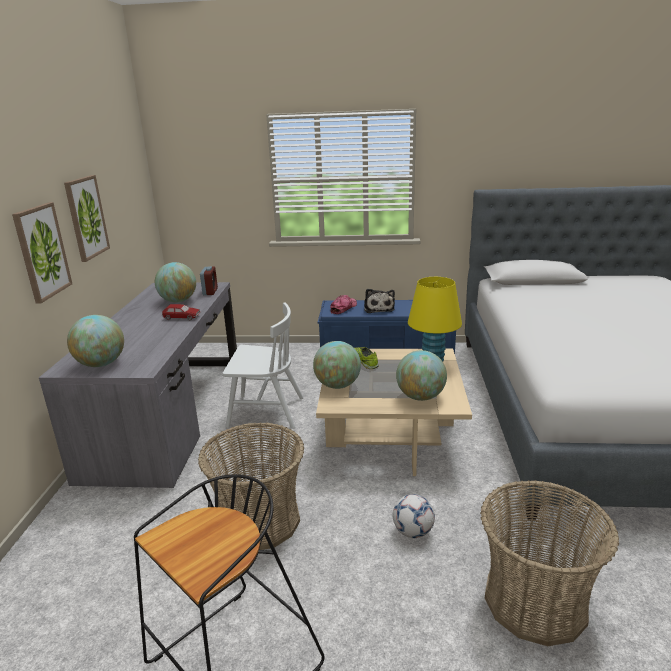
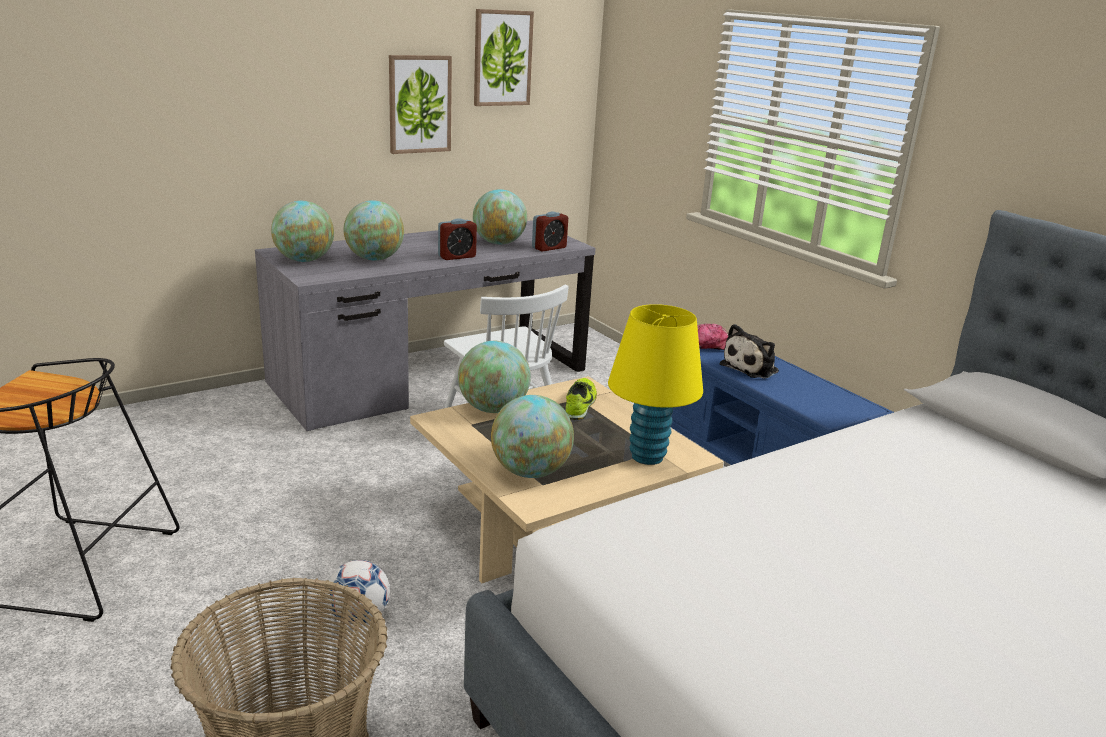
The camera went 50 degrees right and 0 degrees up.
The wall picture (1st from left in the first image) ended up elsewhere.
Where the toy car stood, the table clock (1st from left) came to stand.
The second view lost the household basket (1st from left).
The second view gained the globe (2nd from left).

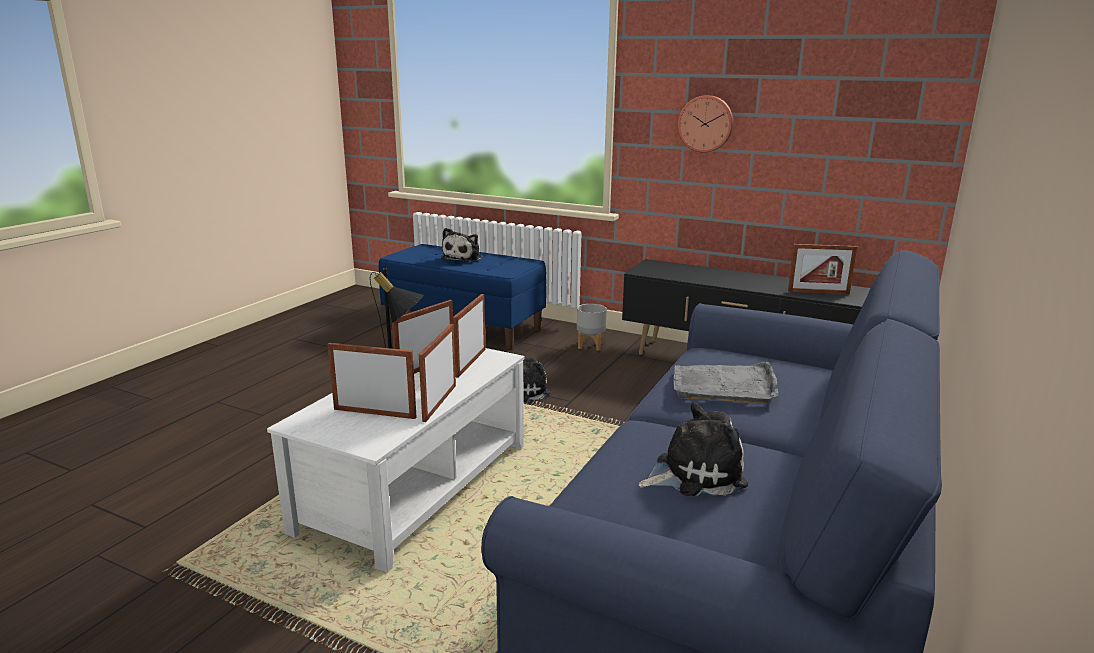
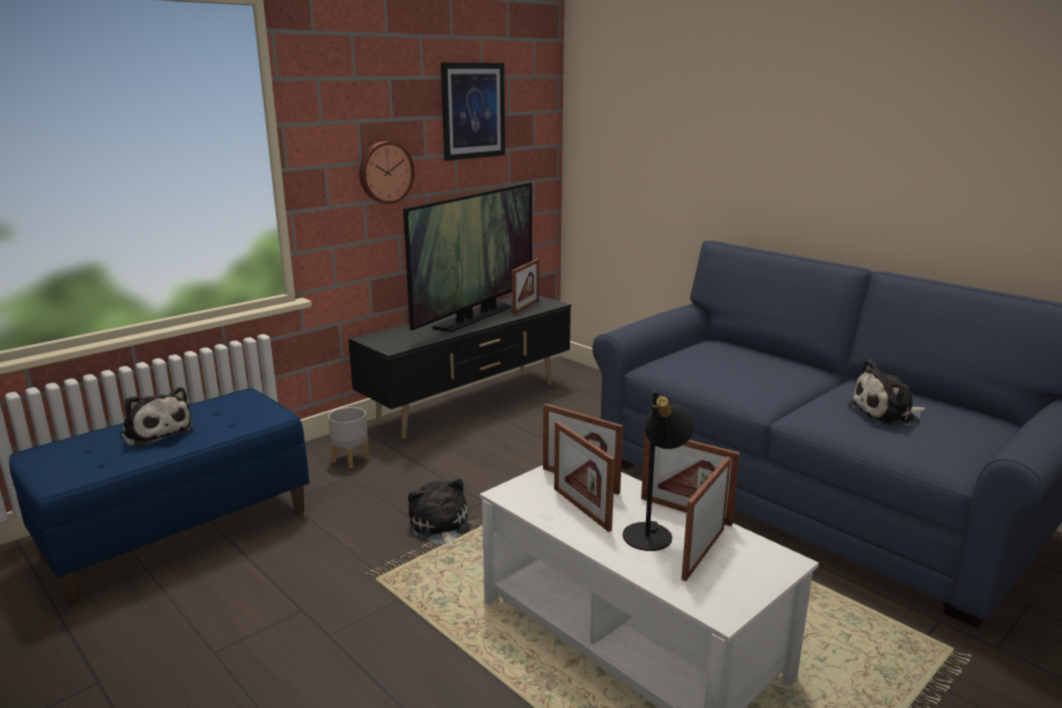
The camera went 70 degrees left and 0 degrees up.
The second view lost the gray carrying tray.
The plush toy (3rd from left) ended up facing another way, 105 degrees counterclockwise from before.
The second view gained the wall picture.
The second view gained the TV.

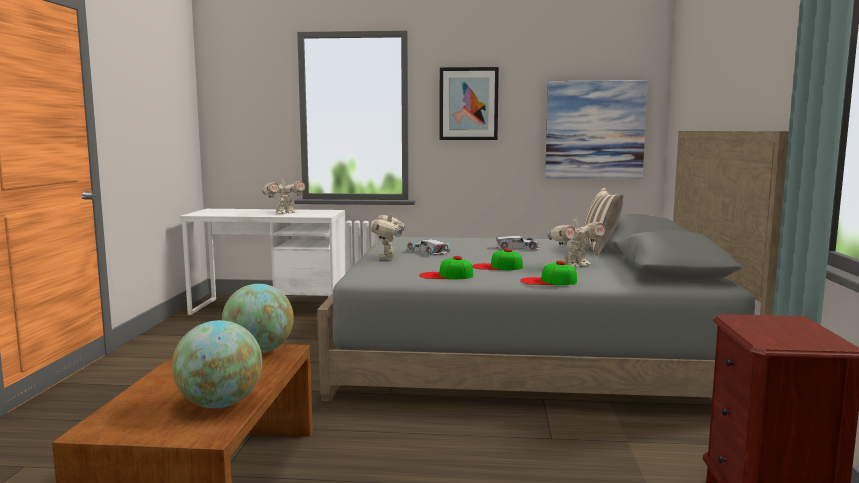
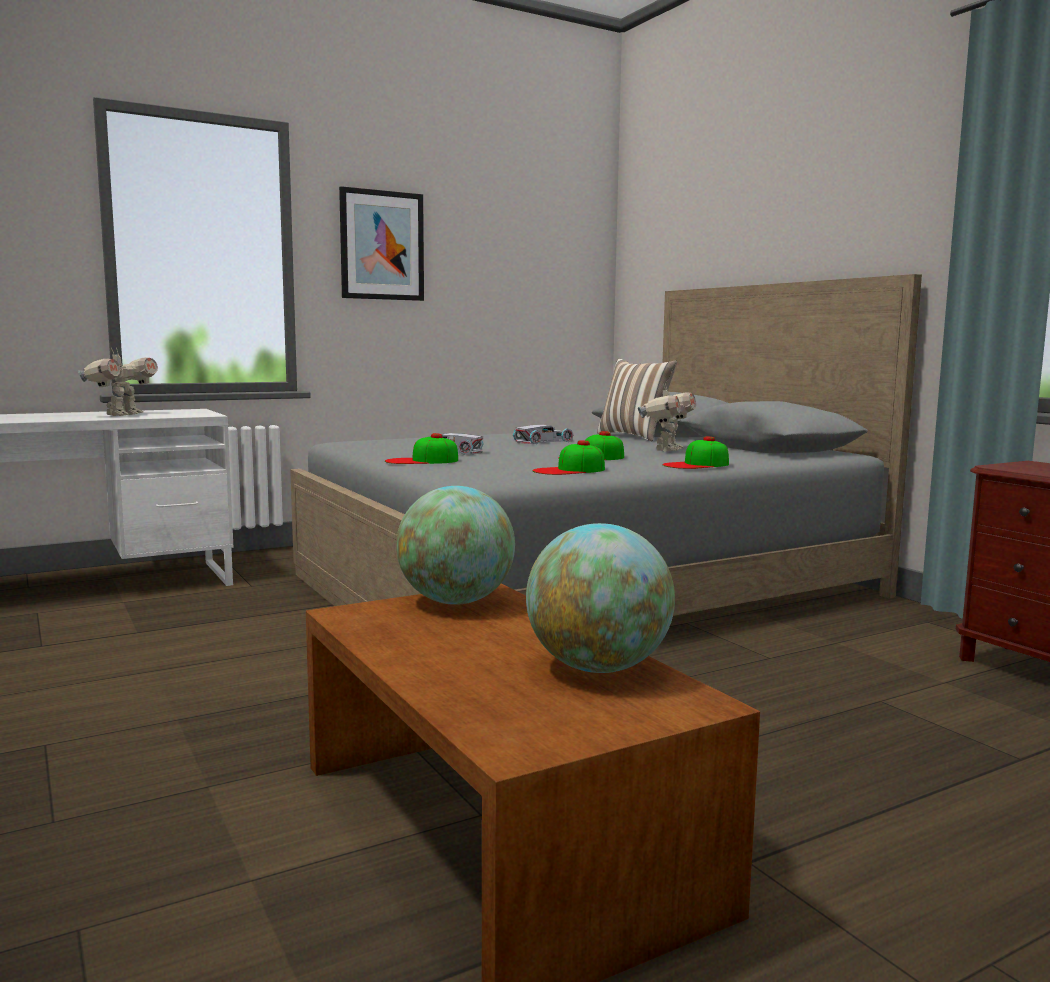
The camera went 35 degrees left and 0 degrees up.
The second view lost the wall picture (2nd from left).
Where the model robot (2nd from left) stood, the peaked cap (1st from left) came to stand.

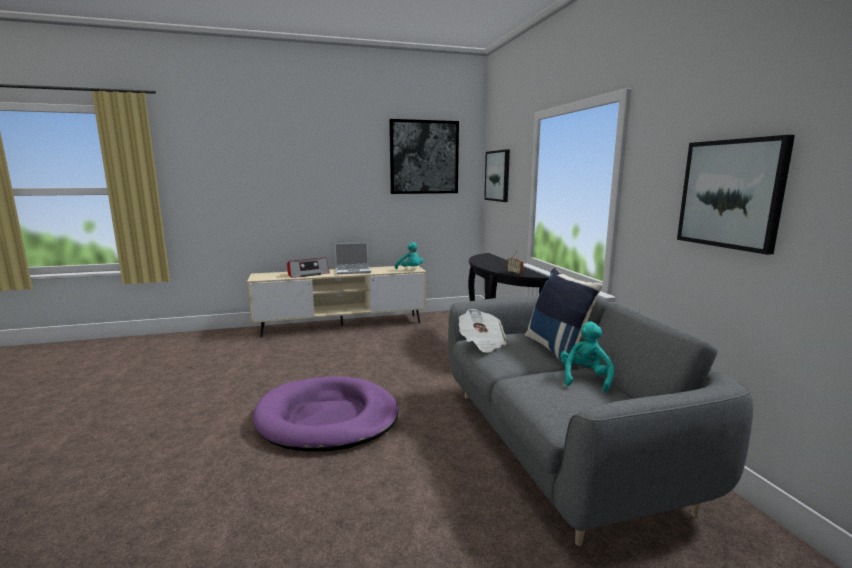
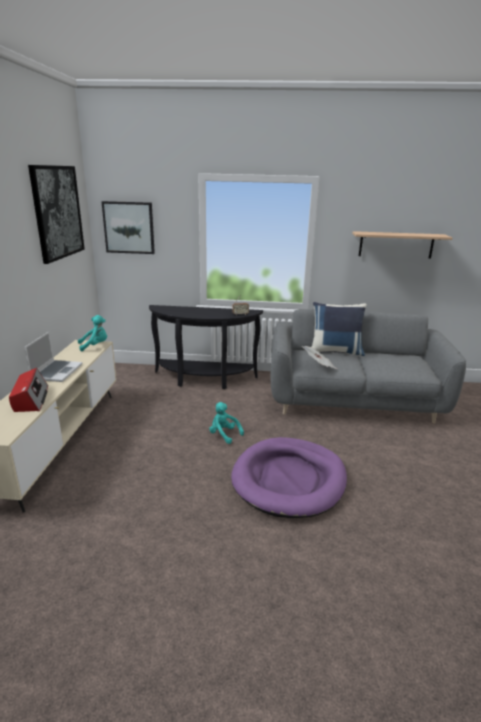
The camera went 70 degrees left and 10 degrees up.
Where the wall picture (3rd from left) hung, the shelf came to hang.
The turquoise plush toy (2nd from left) ended up elsewhere.

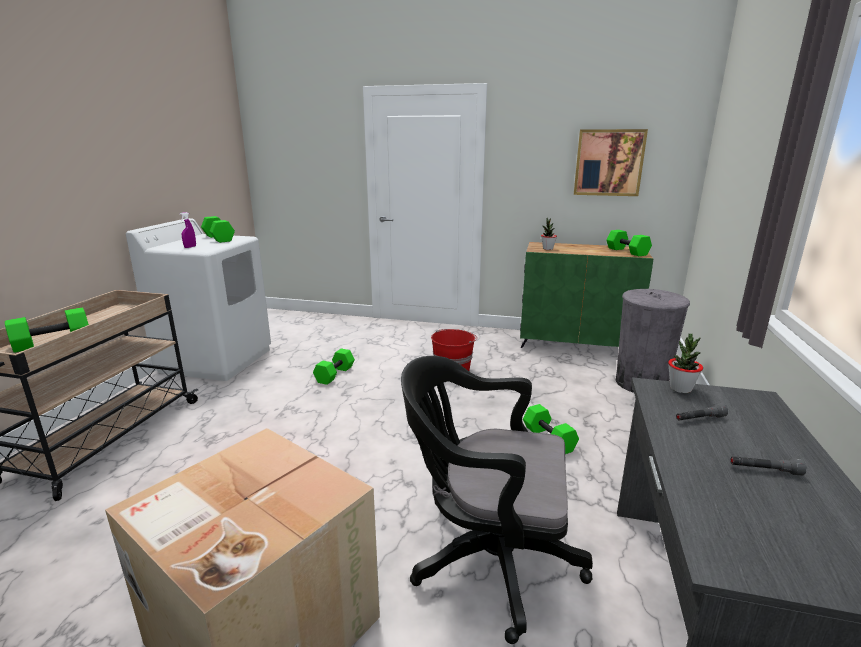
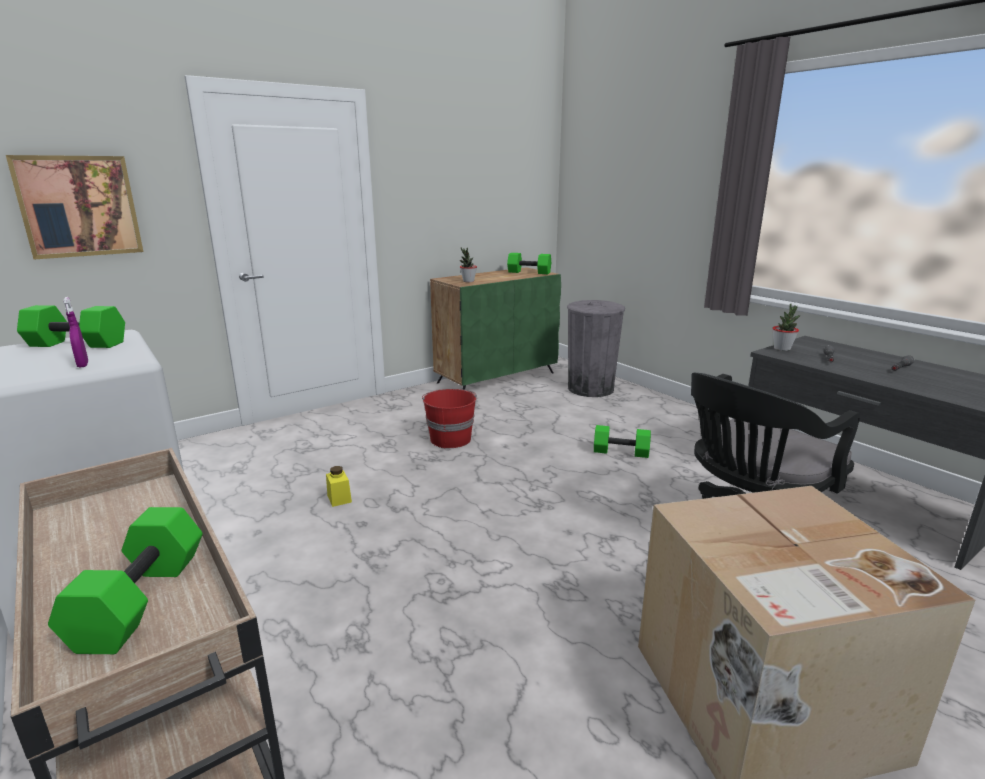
The camera went 50 degrees left and 0 degrees up.
The wall picture ended up elsewhere.
Where the green free weight (3rd from left) stood, the yellowish jar came to stand.

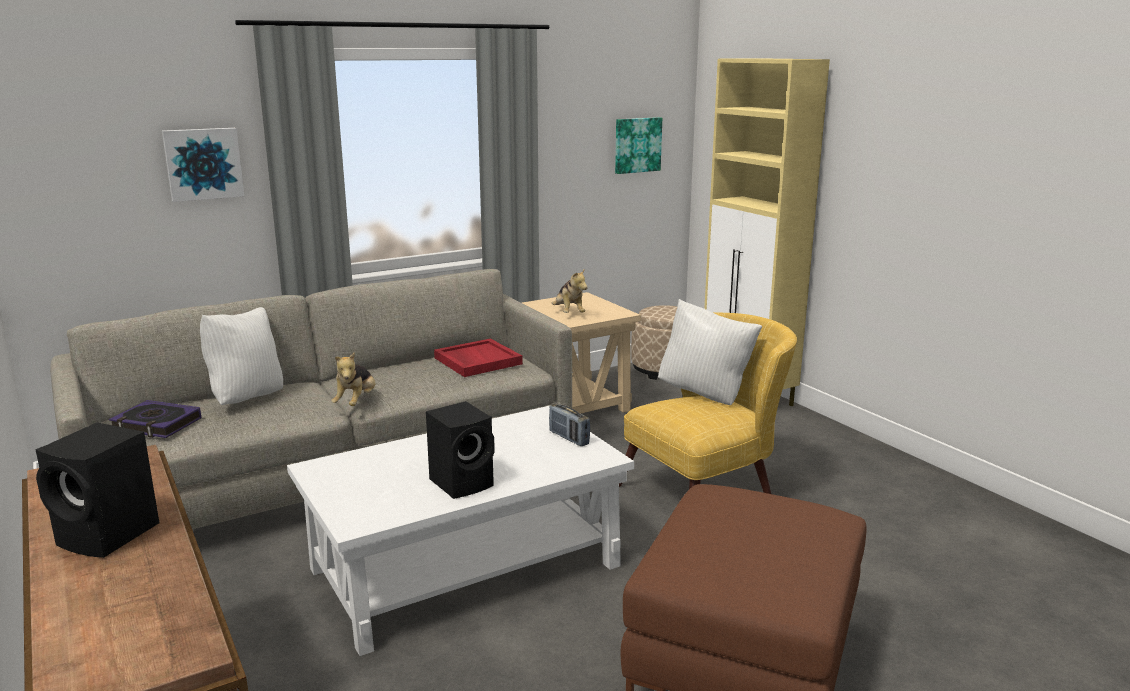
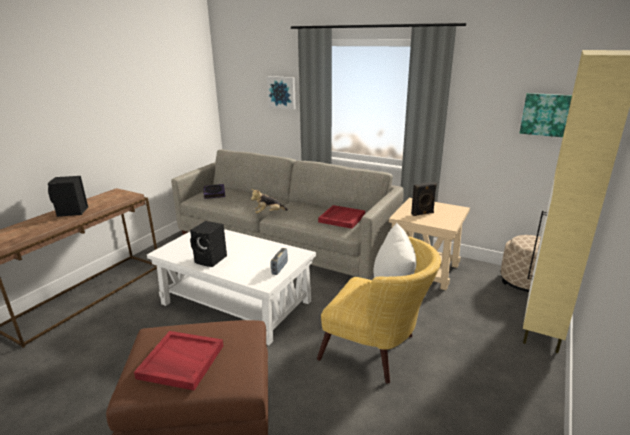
The camera went 60 degrees right and 5 degrees up.
Where the plush toy (2nd from left) stood, the black loudspeaker (3rd from left) came to stand.
The second view lost the white cushion (1st from left).
The second view gained the reddish carrying tray (1st from left).

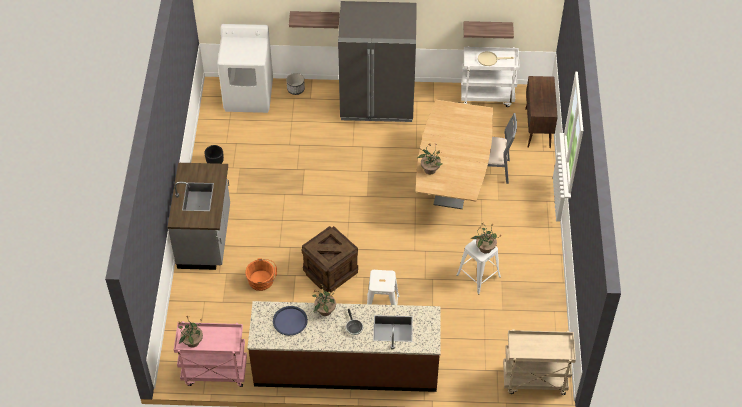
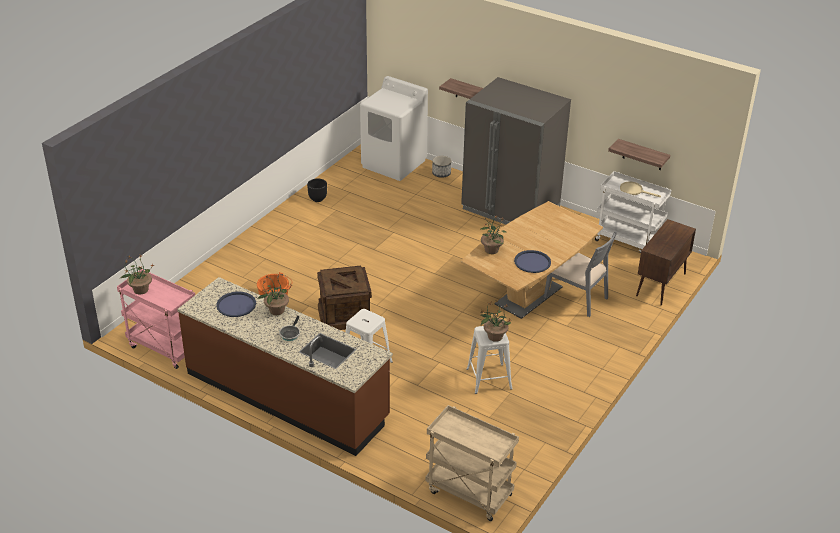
The camera went 30 degrees right and 15 degrees down.
The second view lost the gray kitchen counter.
The second view gained the blue carrying tray (2nd from left).

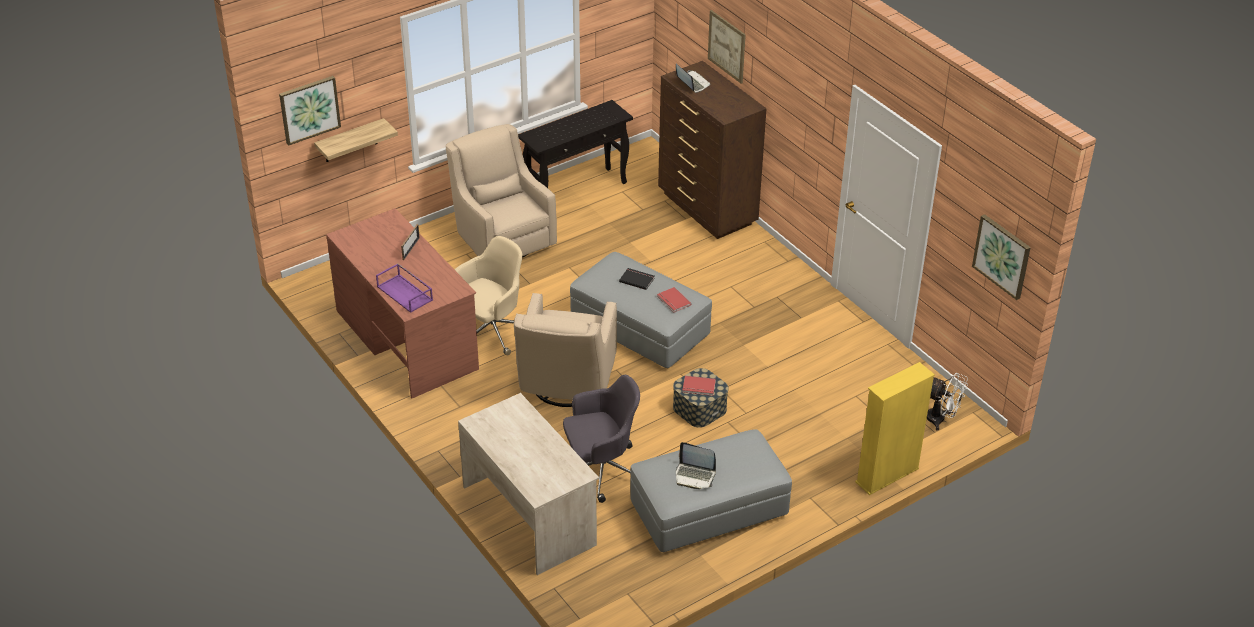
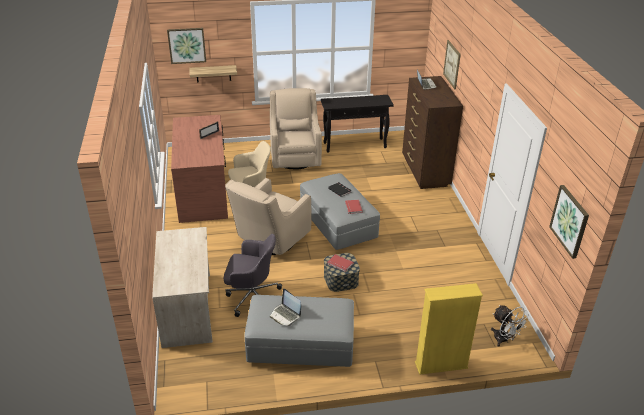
The camera went 25 degrees right and 5 degrees down.
The second view lost the purplish carrying tray.

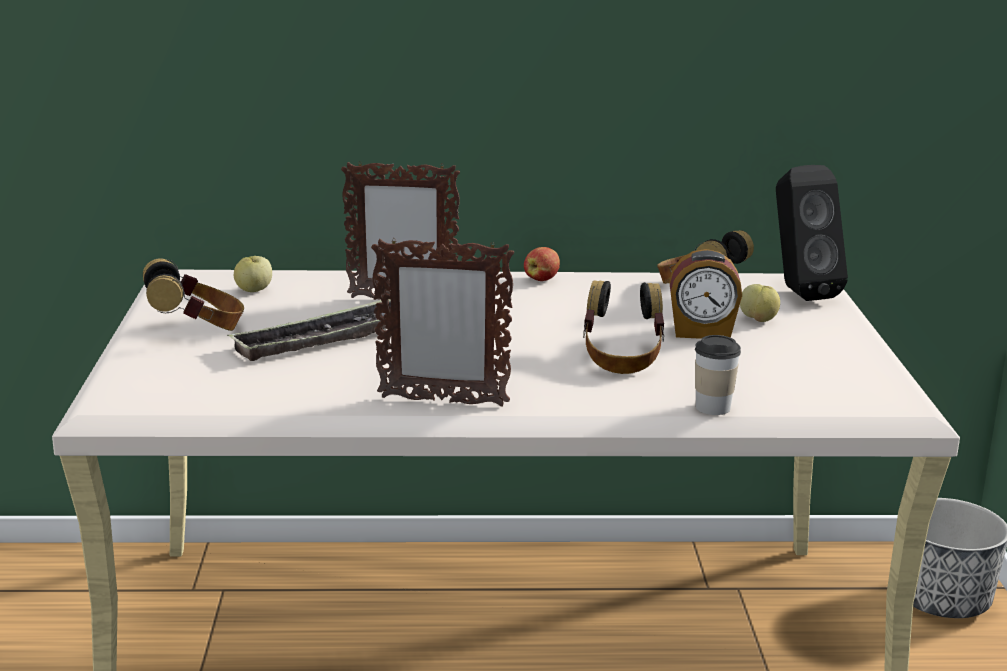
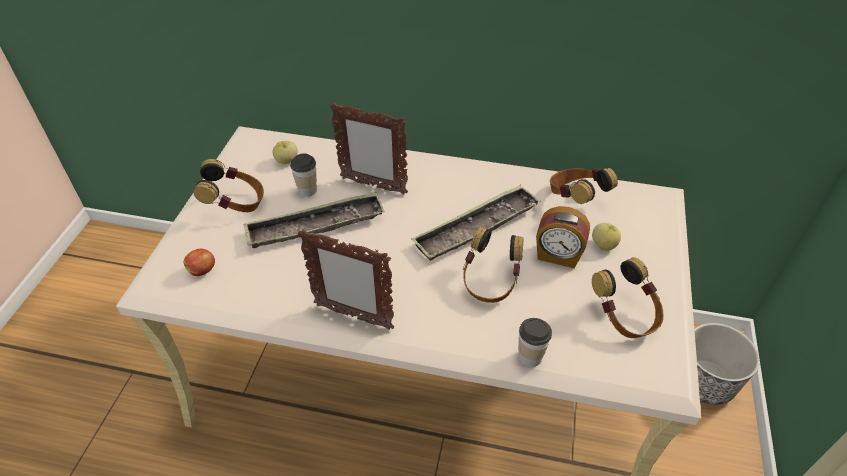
The camera went 15 degrees right and 25 degrees up.
The second view lost the black loudspeaker.
The apple fruit (2nd from left in the first image) ended up elsewhere.
The second view gained the small cup (1st from left).
The second view gained the carrying tray (2nd from left).
The second view gained the pair of headphones (4th from left).

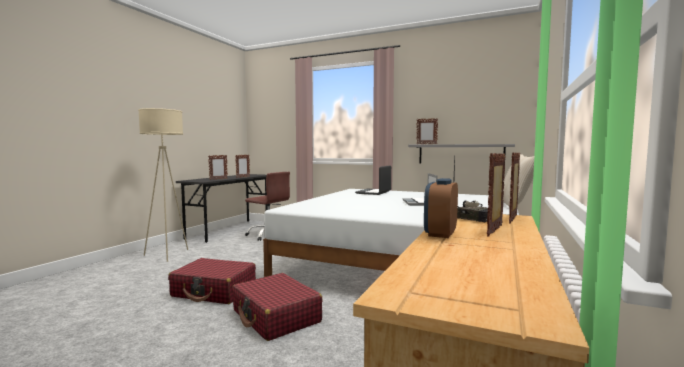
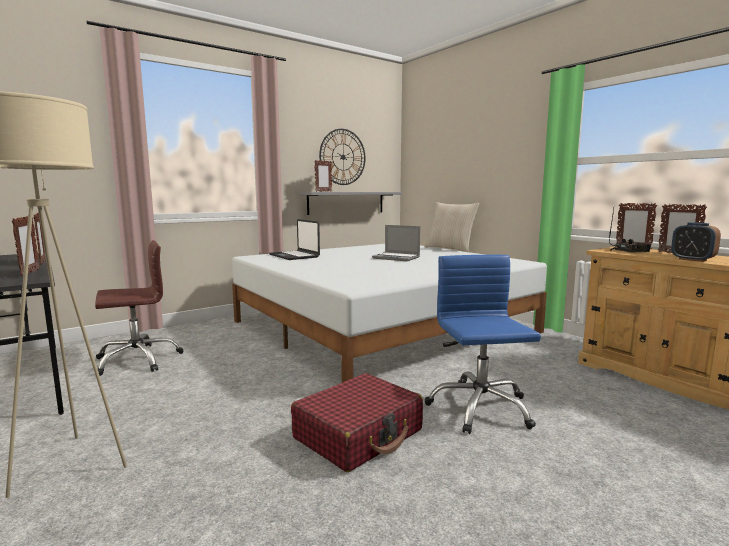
The camera went 60 degrees left and 5 degrees up.
Where the reddish piece of luggage (2nd from left) stood, the blue desk chair came to stand.
The second view gained the clock on the wall.

